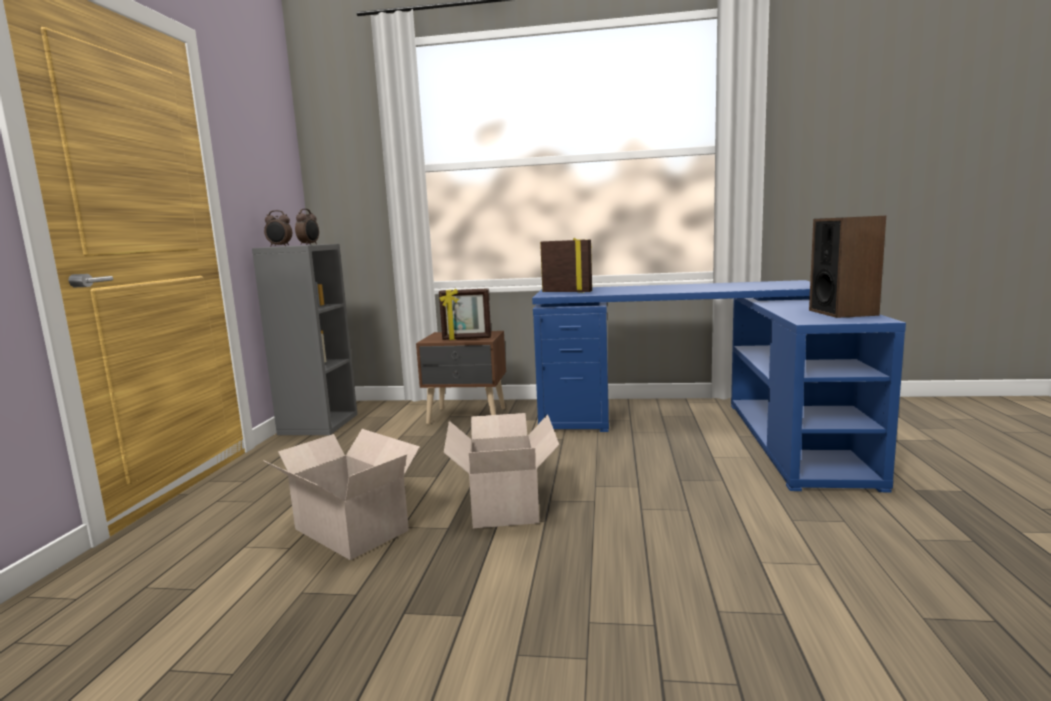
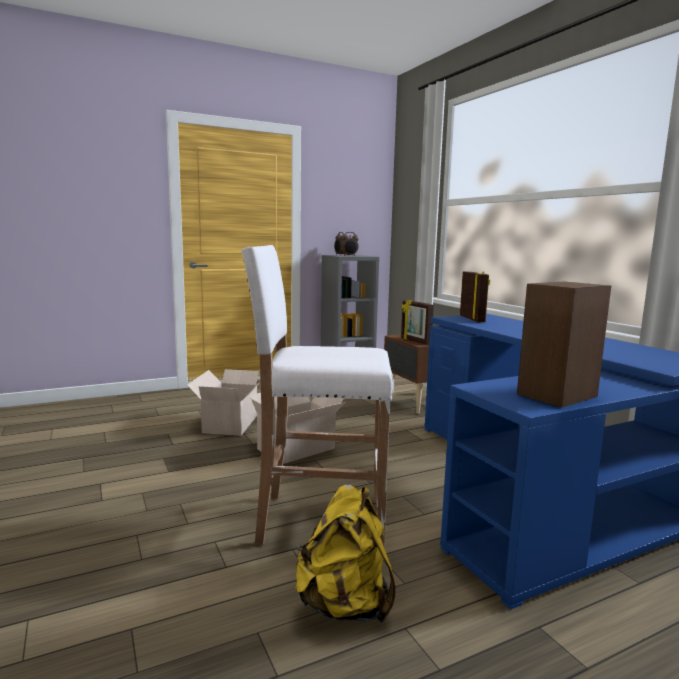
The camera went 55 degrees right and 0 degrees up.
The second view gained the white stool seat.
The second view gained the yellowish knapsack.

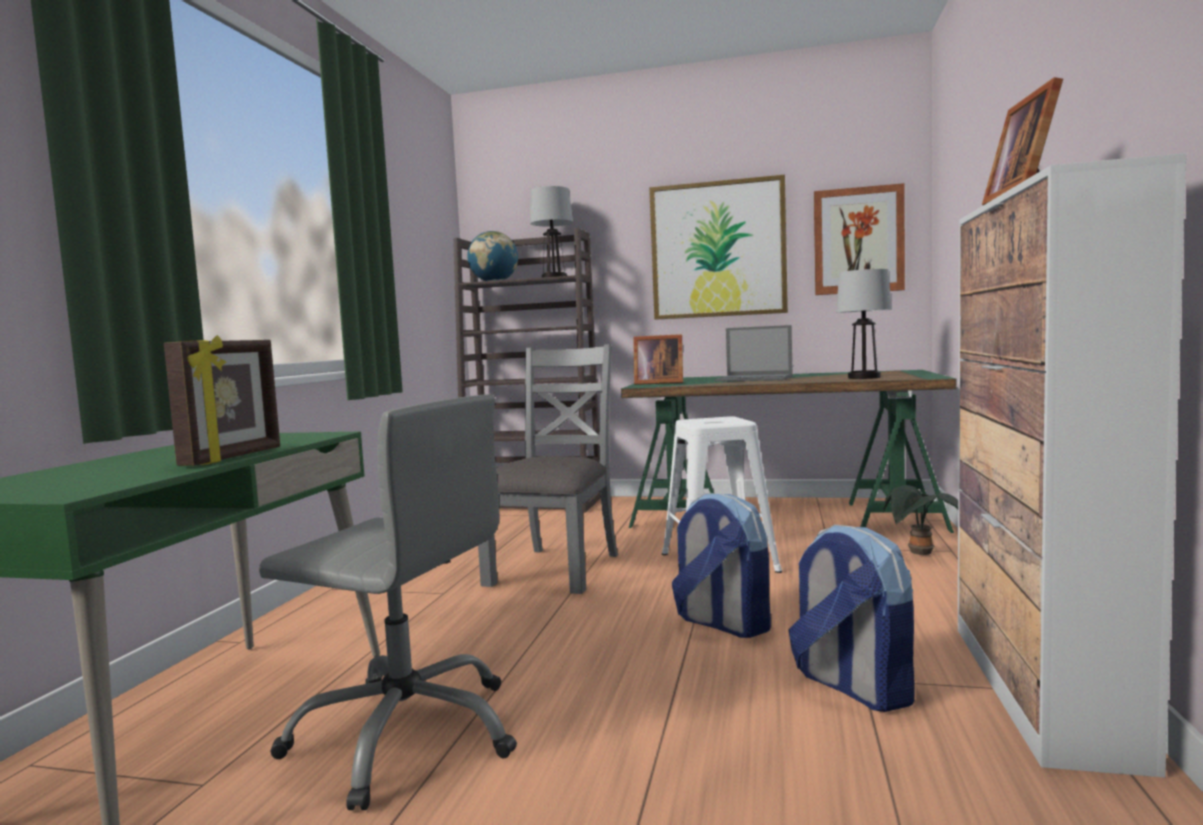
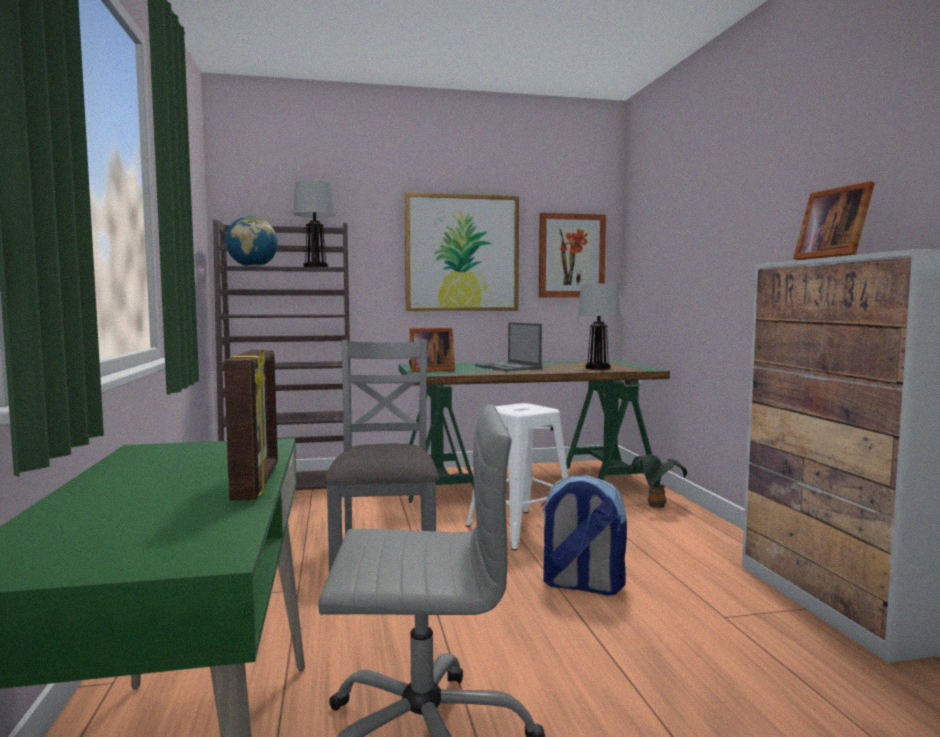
The camera went 25 degrees left and 0 degrees up.
The notebook computer ended up facing another way, 60 degrees clockwise from before.
The second view lost the knapsack (2nd from left).

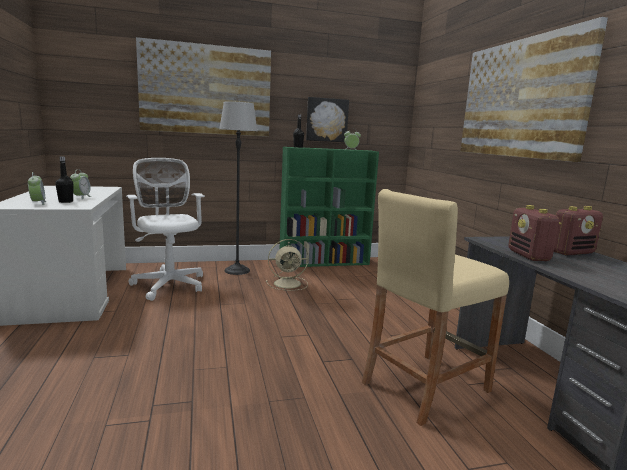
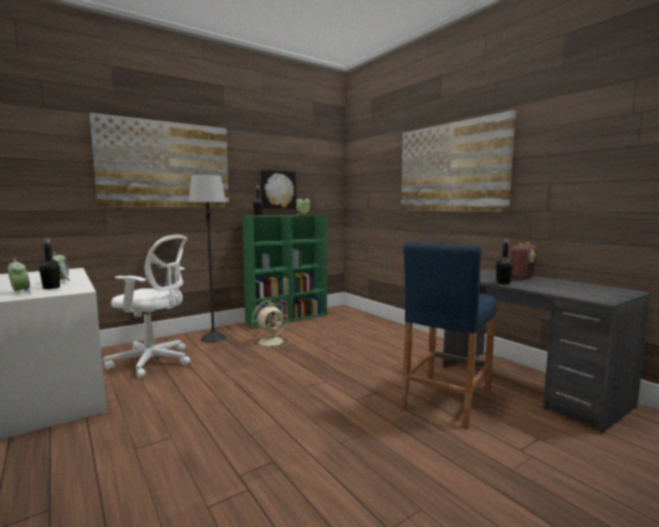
The camera went 20 degrees left and 5 degrees down.
The white desk chair ended up facing another way, 150 degrees clockwise from before.
What was the beige-coloured stool seat turned into the blue stool seat.
Where the radio set (1st from left) stood, the black drink bottle (3rd from left) came to stand.

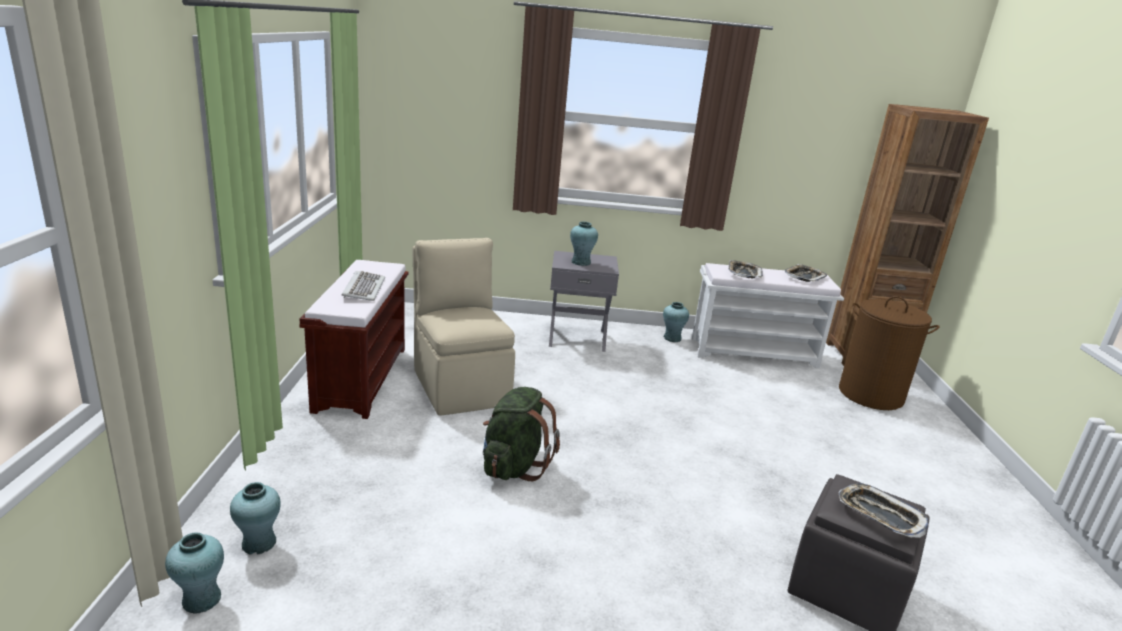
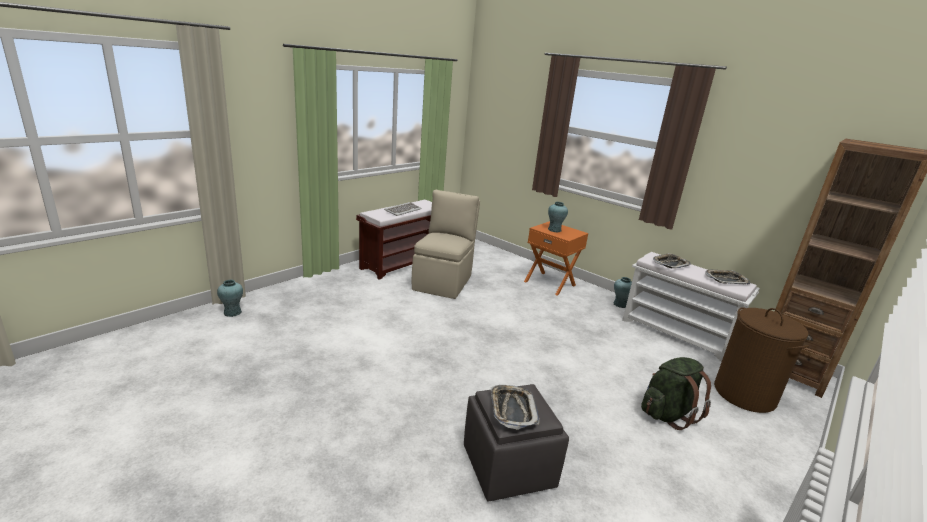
The camera went 40 degrees right and 0 degrees up.
What was the gray night table turned into the orange night table.
The green knapsack ended up elsewhere.
The second view lost the turquoise vase (2nd from left).

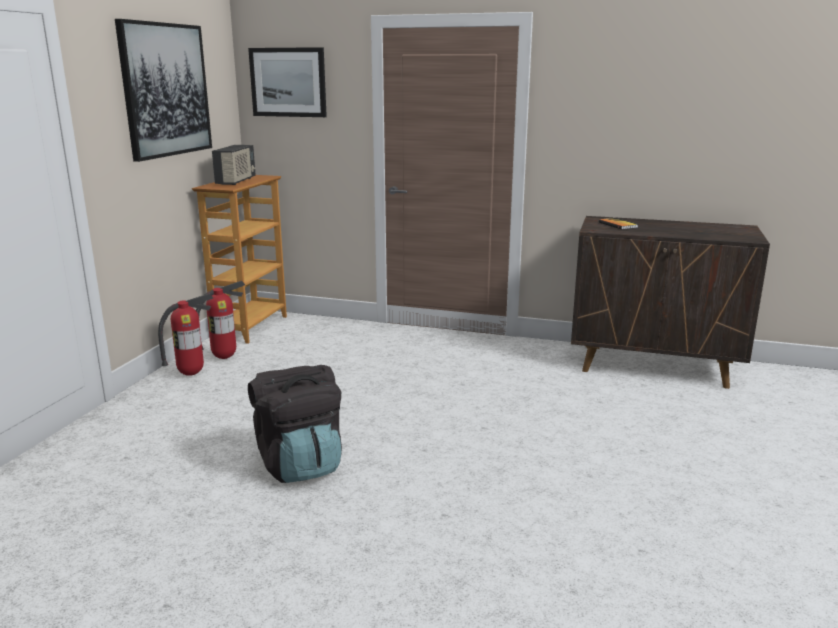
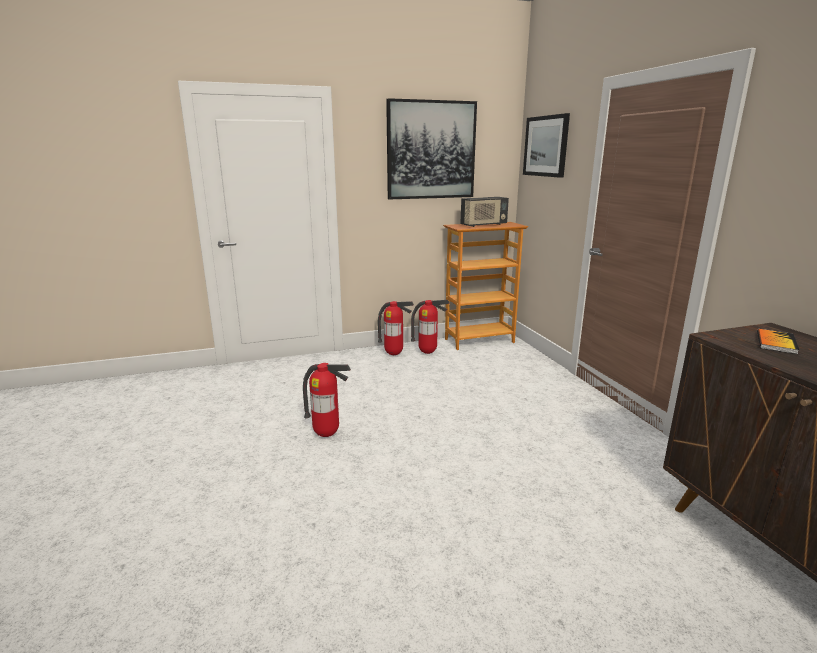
The camera went 55 degrees right and 0 degrees up.
Where the black knapsack stood, the extinguisher (1st from left) came to stand.

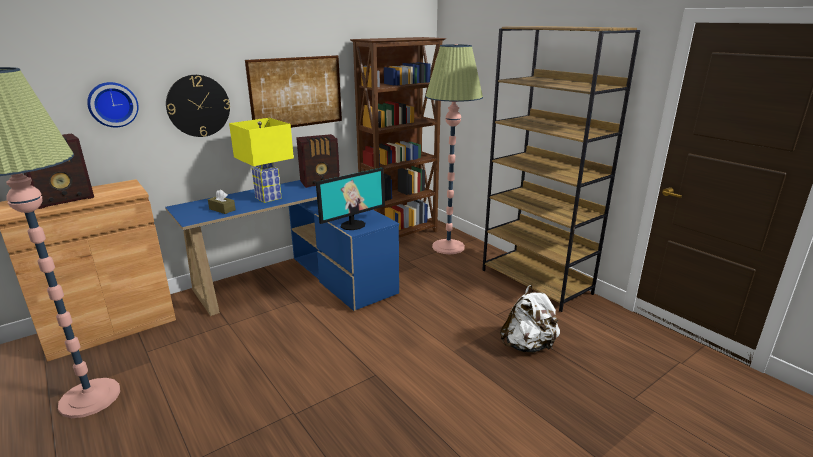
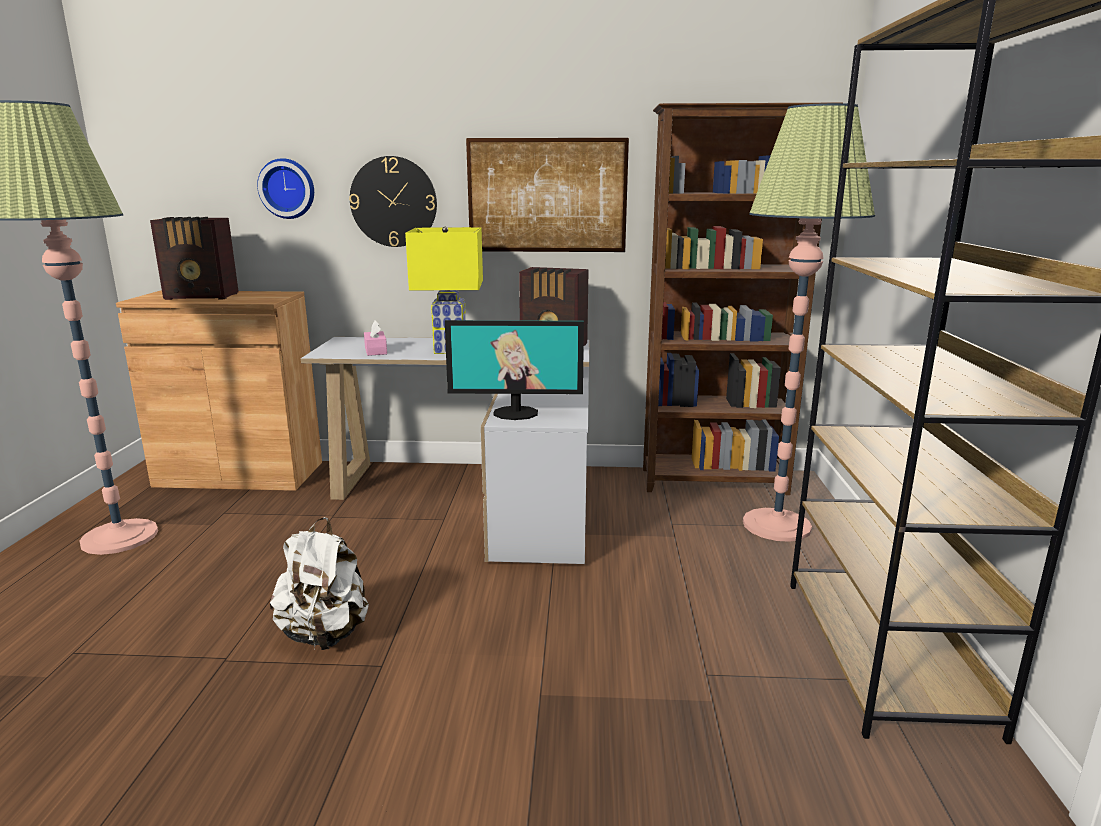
The camera went 40 degrees right and 5 degrees down.
What was the blue desk turned into the white desk.
What was the brownish tissue box turned into the pink tissue box.
The white knapsack ended up elsewhere.

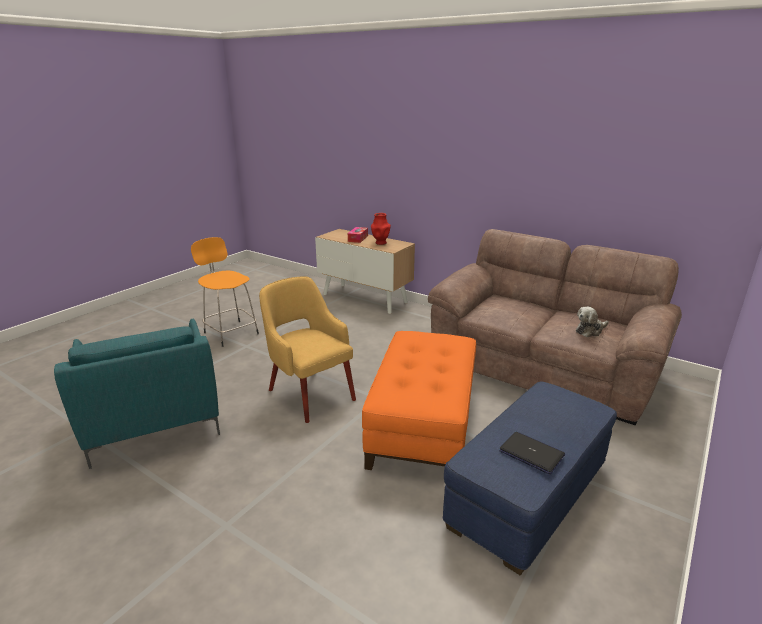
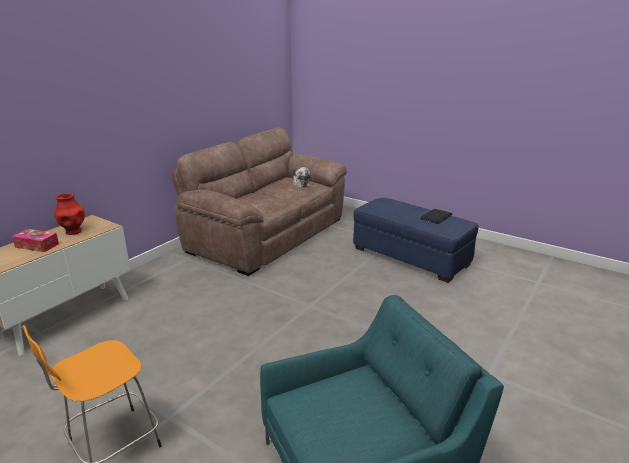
The camera went 90 degrees left and 0 degrees up.
The second view lost the yellowish lounge chair.
The second view lost the orange ottoman.

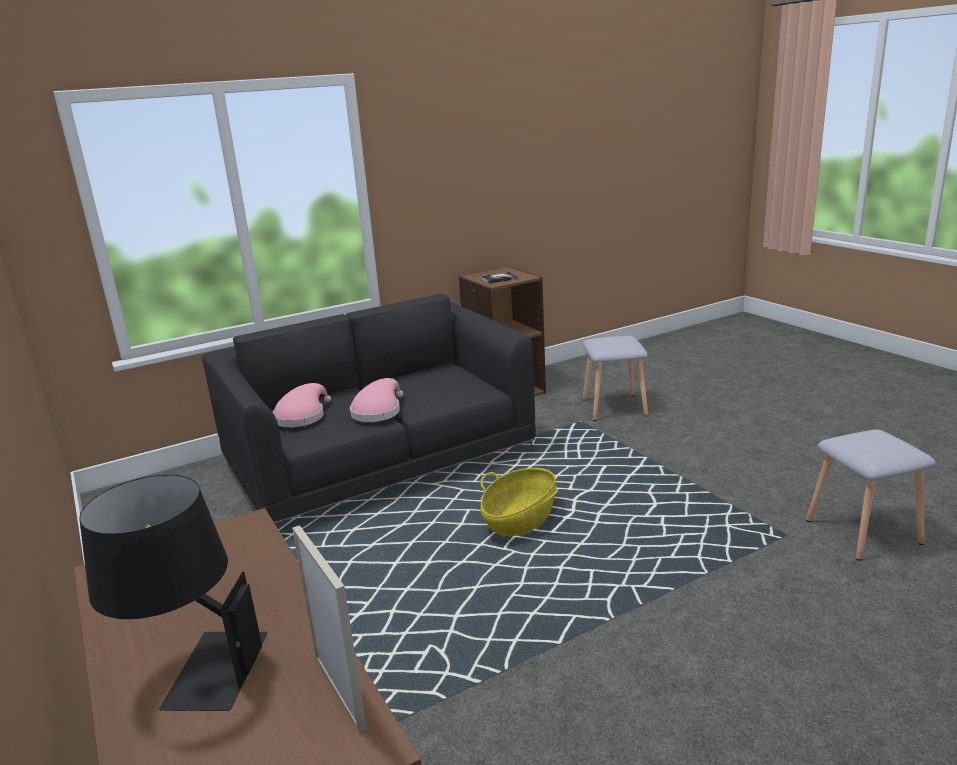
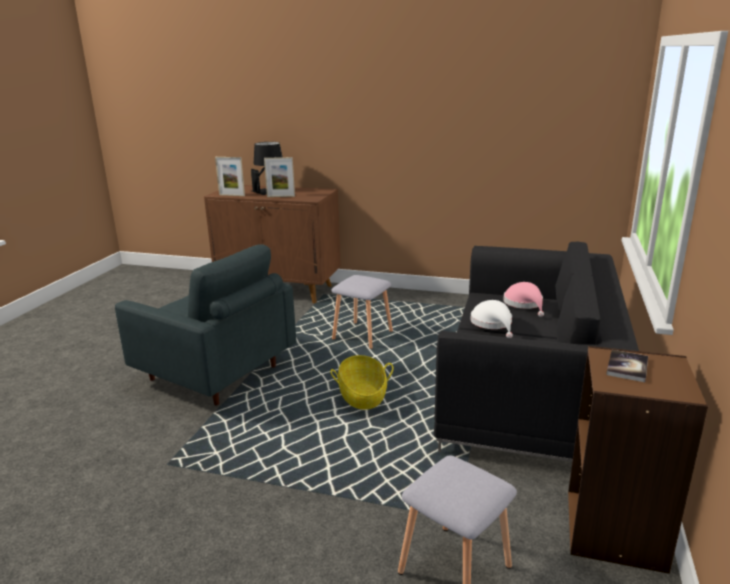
The camera went 135 degrees right and 0 degrees up.
What was the pink hat (2nd from left) turned into the white hat.
The gray stool seat (2nd from left in the first image) ended up elsewhere.
The second view gained the standing frame (2nd from left).
The second view gained the gray lounge chair.

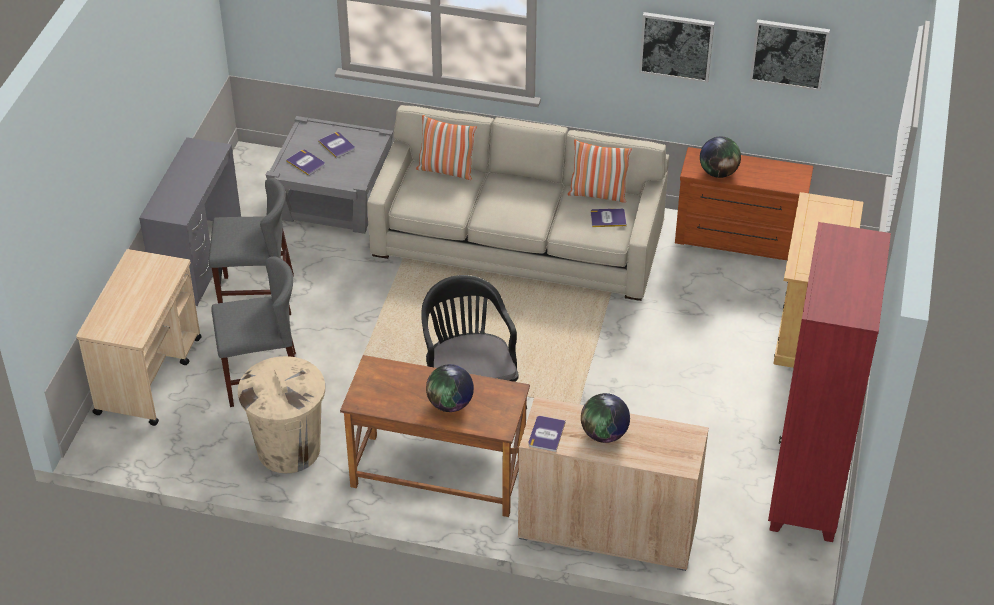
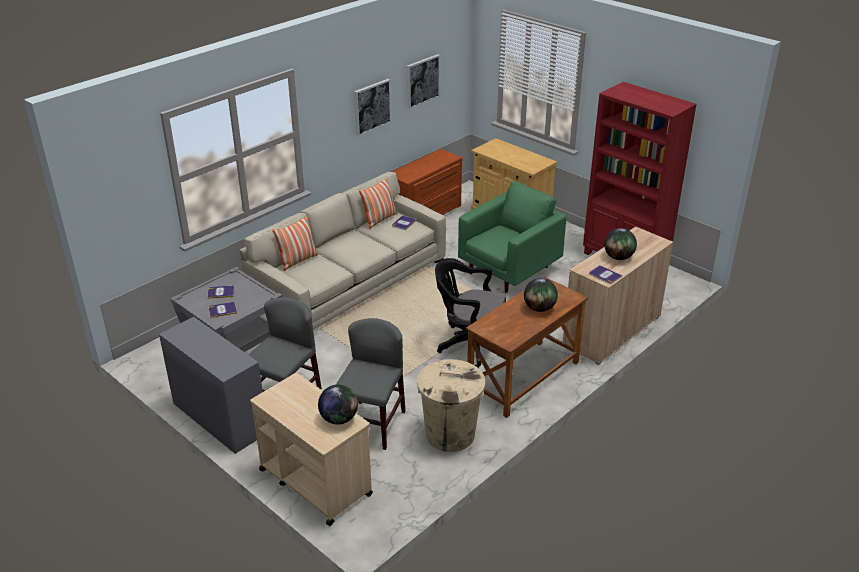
The camera went 60 degrees left and 10 degrees down.
The globe (3rd from left in the first image) ended up elsewhere.
The second view gained the green lounge chair.

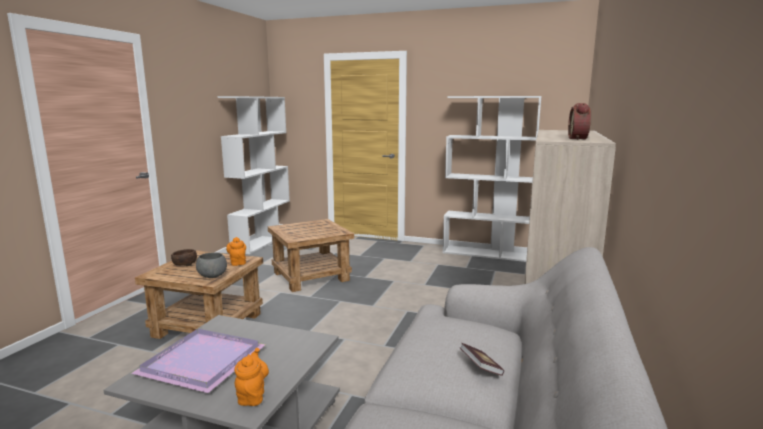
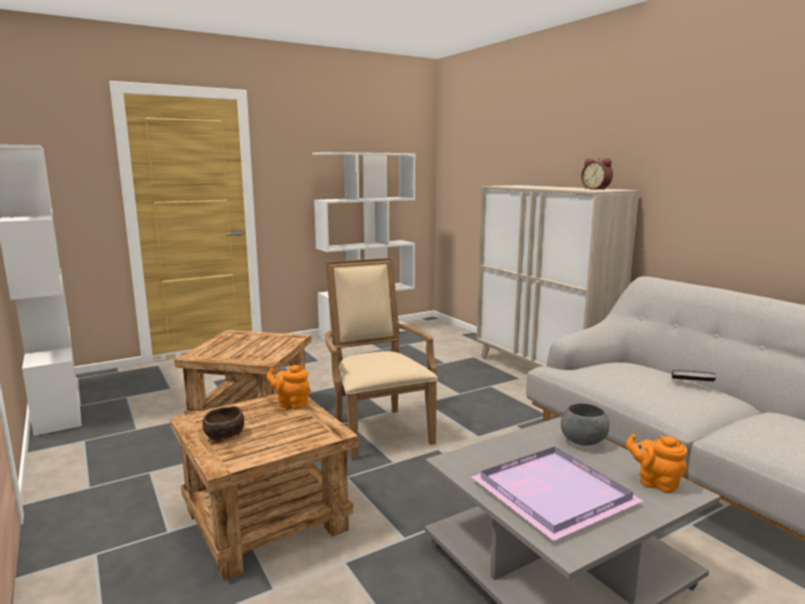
The camera went 50 degrees left and 0 degrees up.
The gray bowl ended up elsewhere.
The second view gained the beige-coloured lounge chair.

